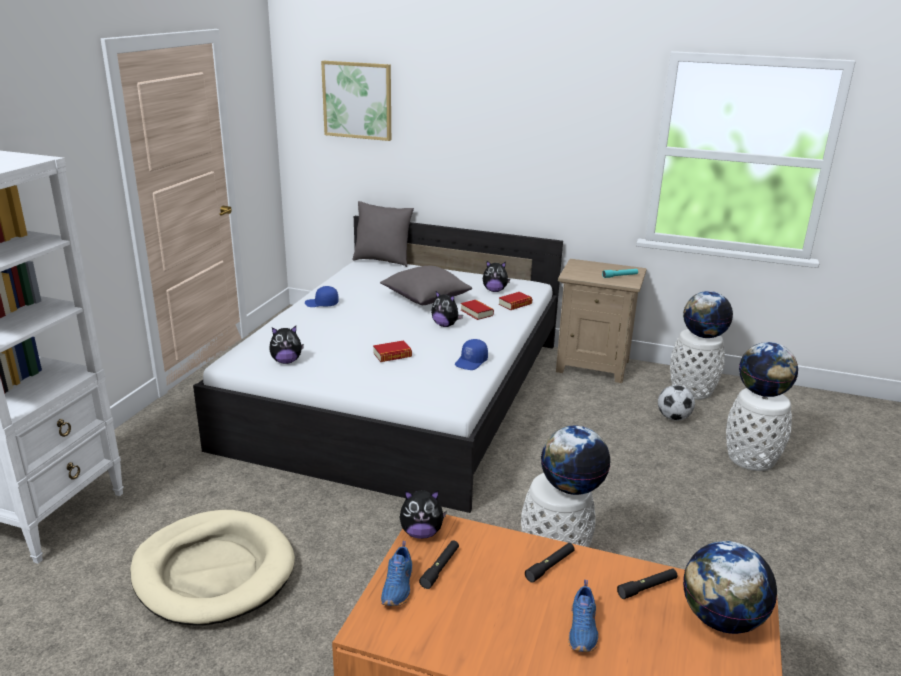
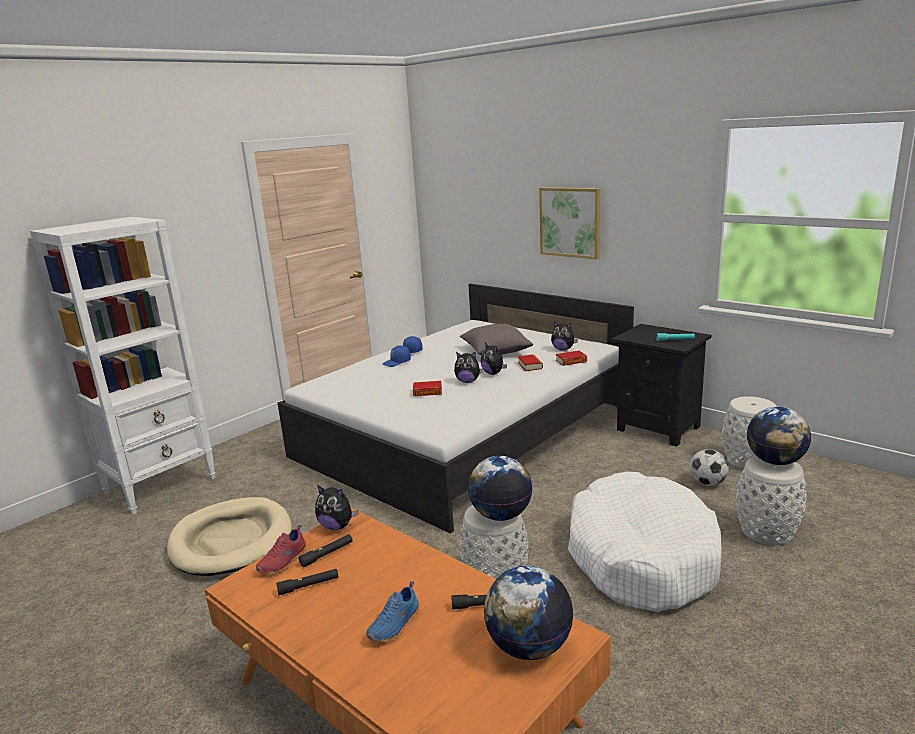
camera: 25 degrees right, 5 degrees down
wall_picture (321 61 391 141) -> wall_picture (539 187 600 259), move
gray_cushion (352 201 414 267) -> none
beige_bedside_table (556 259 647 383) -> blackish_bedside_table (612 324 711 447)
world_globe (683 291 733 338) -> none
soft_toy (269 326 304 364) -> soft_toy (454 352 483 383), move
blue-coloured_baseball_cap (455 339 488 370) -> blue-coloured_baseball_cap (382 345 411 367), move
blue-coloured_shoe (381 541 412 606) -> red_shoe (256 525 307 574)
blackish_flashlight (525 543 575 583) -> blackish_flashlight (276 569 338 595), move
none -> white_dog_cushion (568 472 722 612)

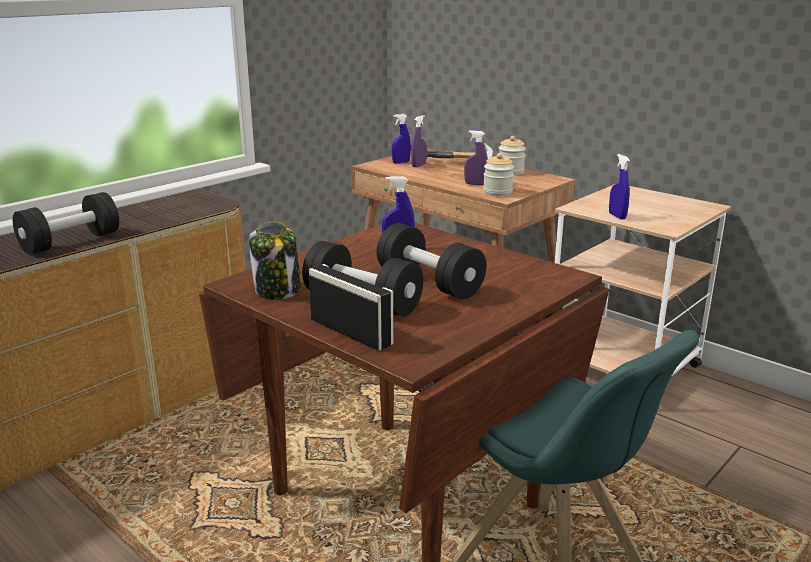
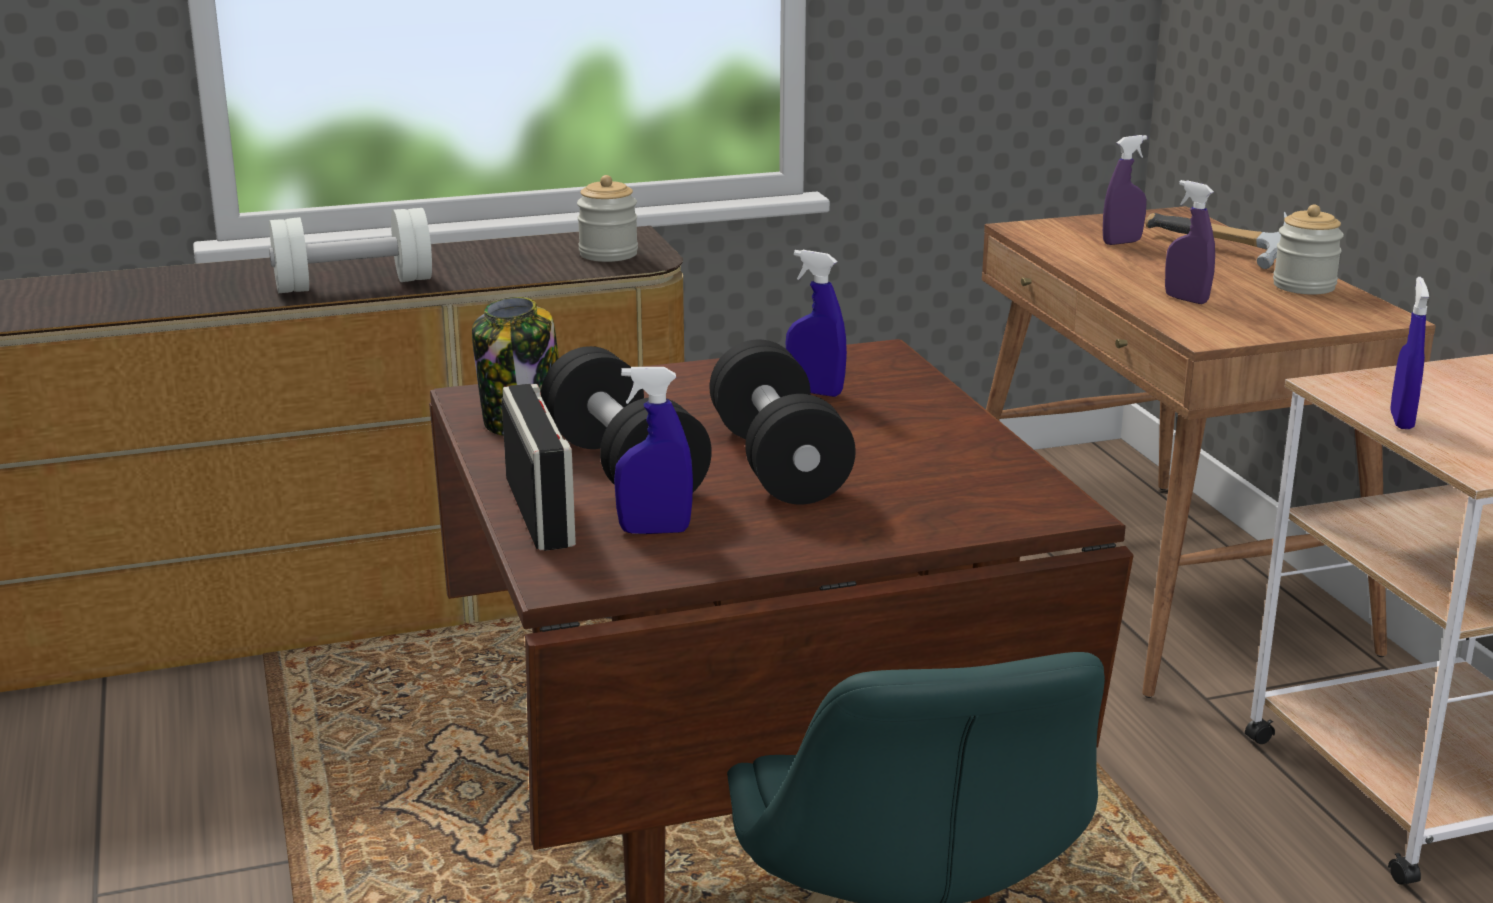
camera: 30 degrees right, 0 degrees up
blue-coloured_spray_bottle (392 114 411 164) -> blue-coloured_spray_bottle (614 367 693 534), move
preserve_jar (483 153 514 196) -> preserve_jar (577 175 638 262), move
blackish_dumbbell (13 192 119 254) -> white_dumbbell (269 208 432 293)

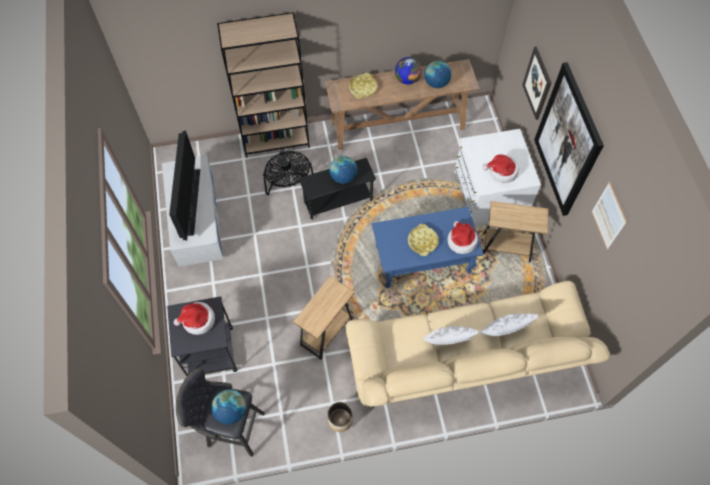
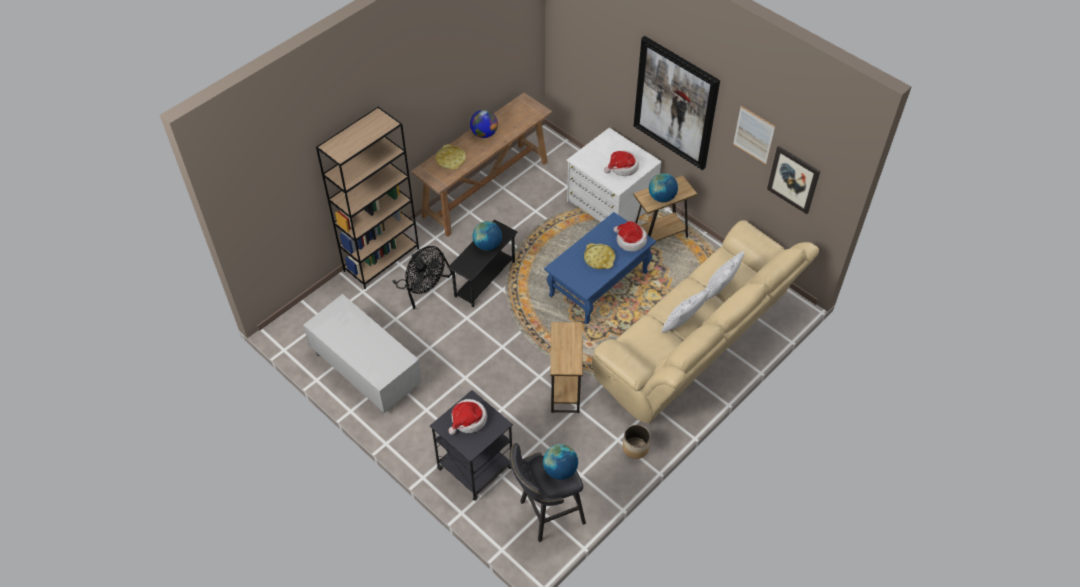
camera: 35 degrees left, 10 degrees down
wall_picture (522 47 552 120) -> wall_picture (767 146 820 214), move
world_globe (424 61 451 88) -> world_globe (649 173 678 202), move
TV (169 130 200 241) -> none

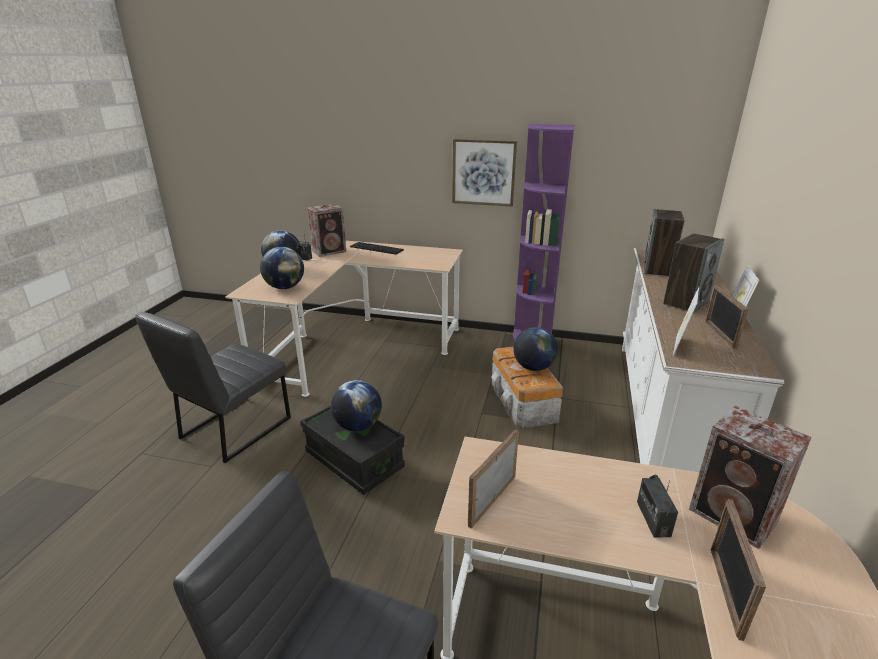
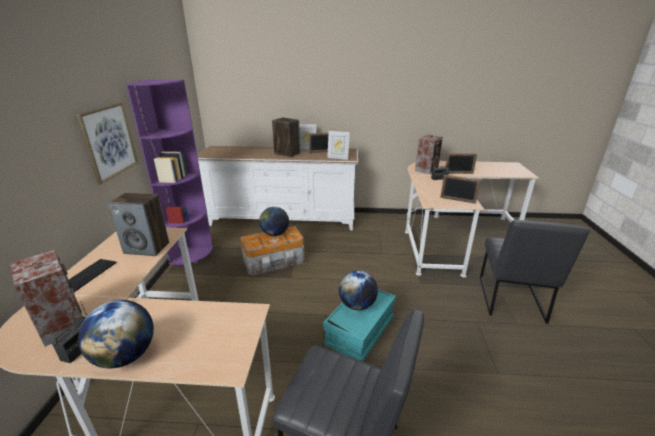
camera: 100 degrees left, 0 degrees up
audio_speaker (644 209 685 276) -> audio_speaker (108 193 169 256), move
world_globe (260 247 304 289) -> none
blackish_storage_box (300 406 405 495) -> turquoise_storage_box (323 290 396 361)

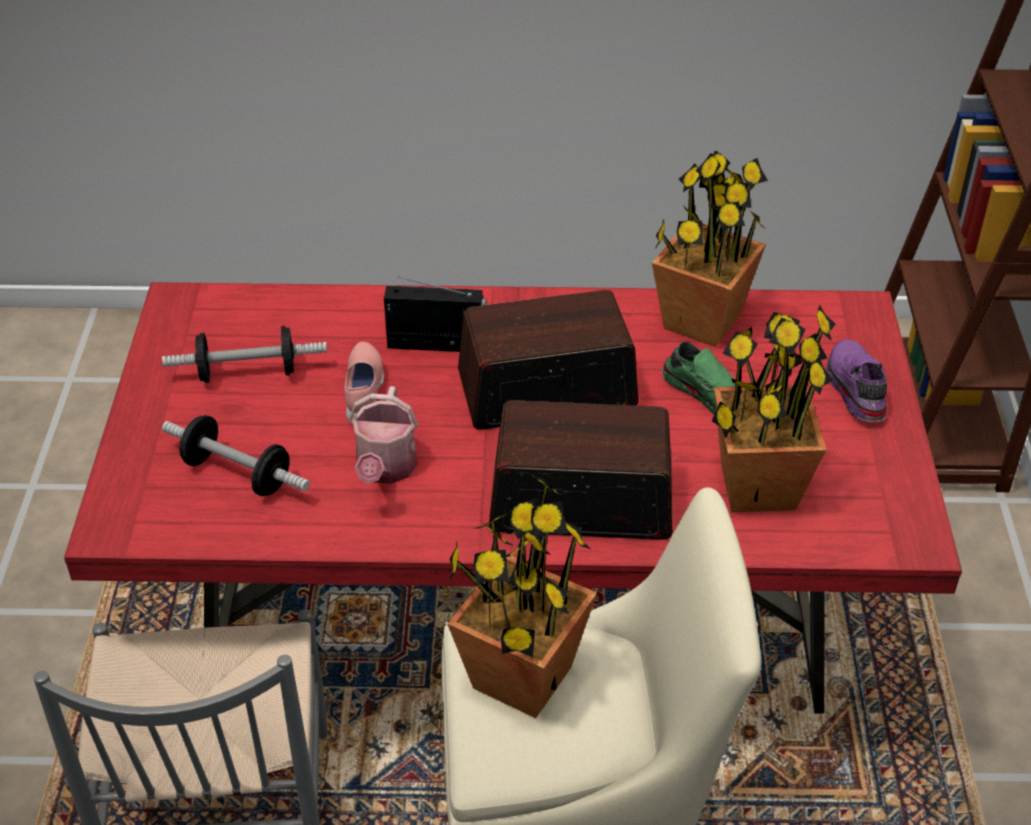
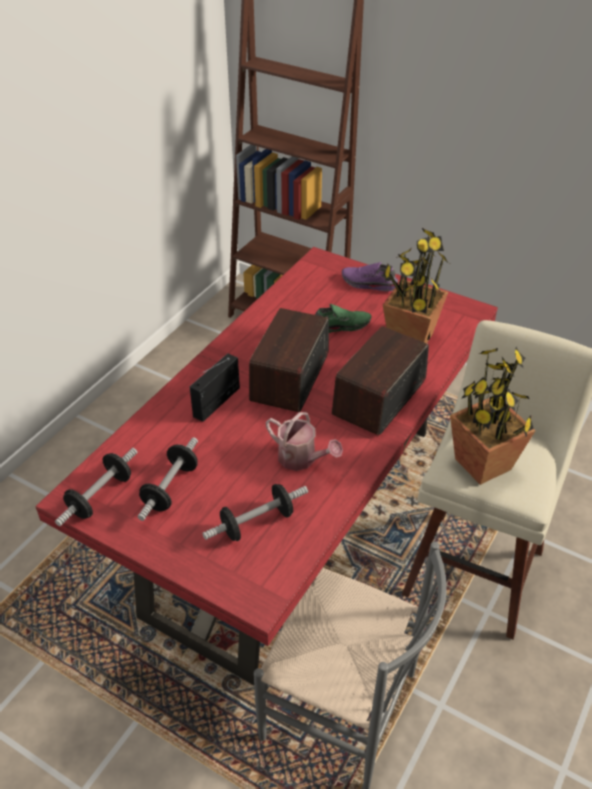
camera: 60 degrees left, 0 degrees up
potted_plant (652 151 768 347) -> none
pink_shoe (344 342 384 420) -> none
none -> dumbbell (55 448 137 526)

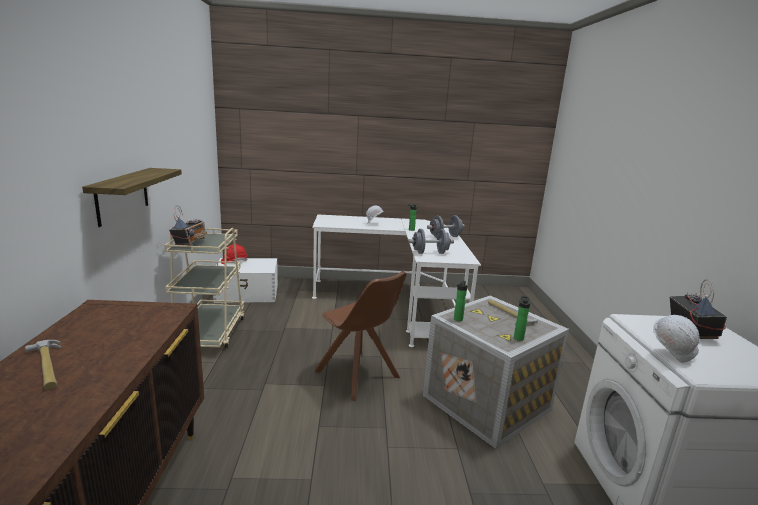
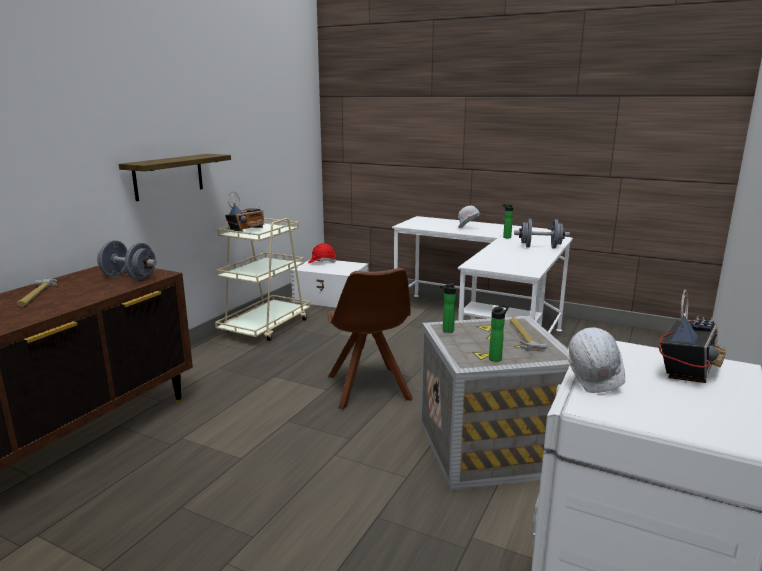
camera: 30 degrees right, 0 degrees up
gray_dumbbell (408 229 454 254) -> gray_dumbbell (97 240 157 280), move

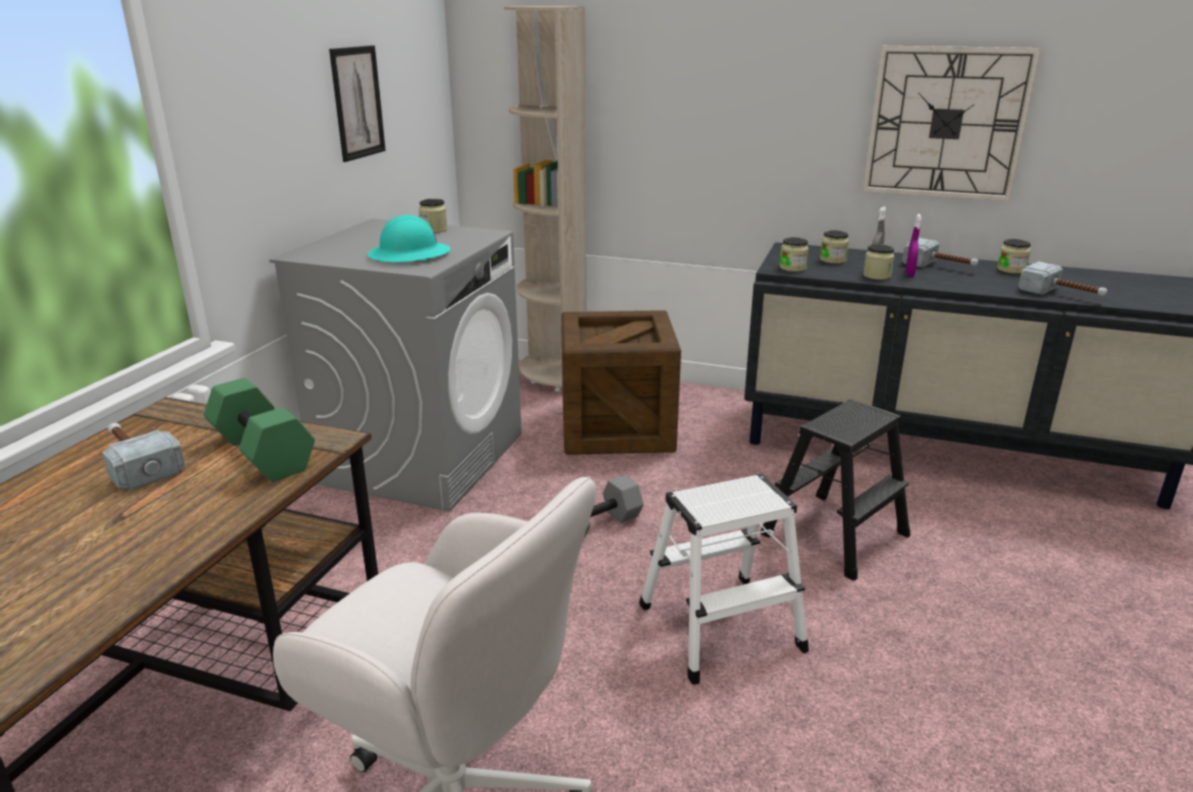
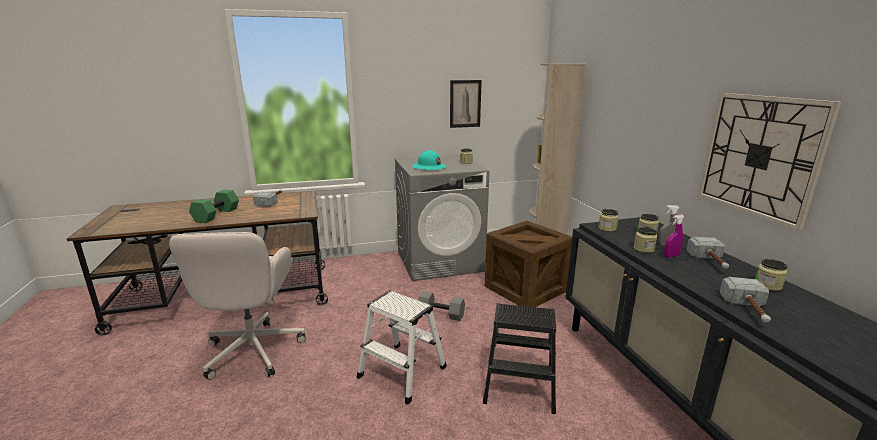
camera: 55 degrees right, 5 degrees down
green-coloured_dumbbell (204 378 315 482) -> green-coloured_dumbbell (189 190 239 223), move

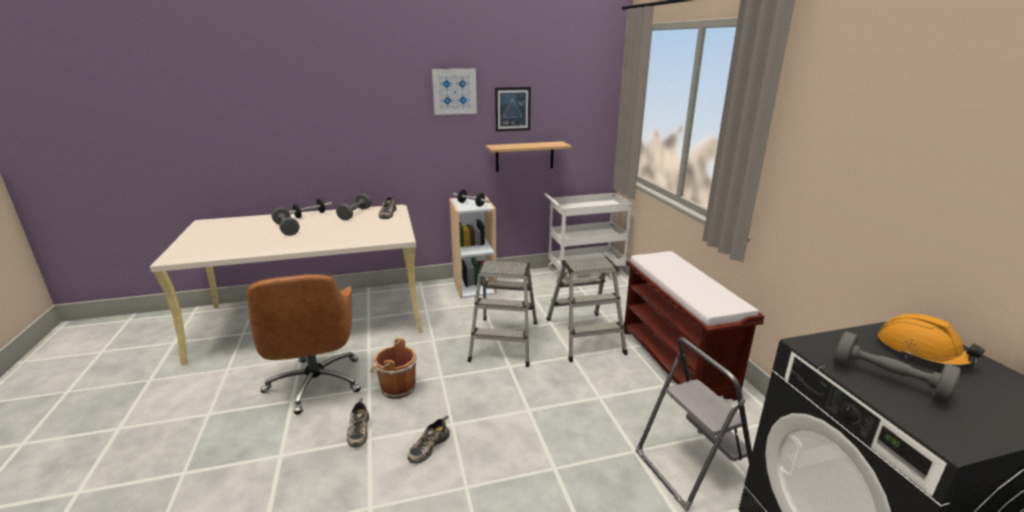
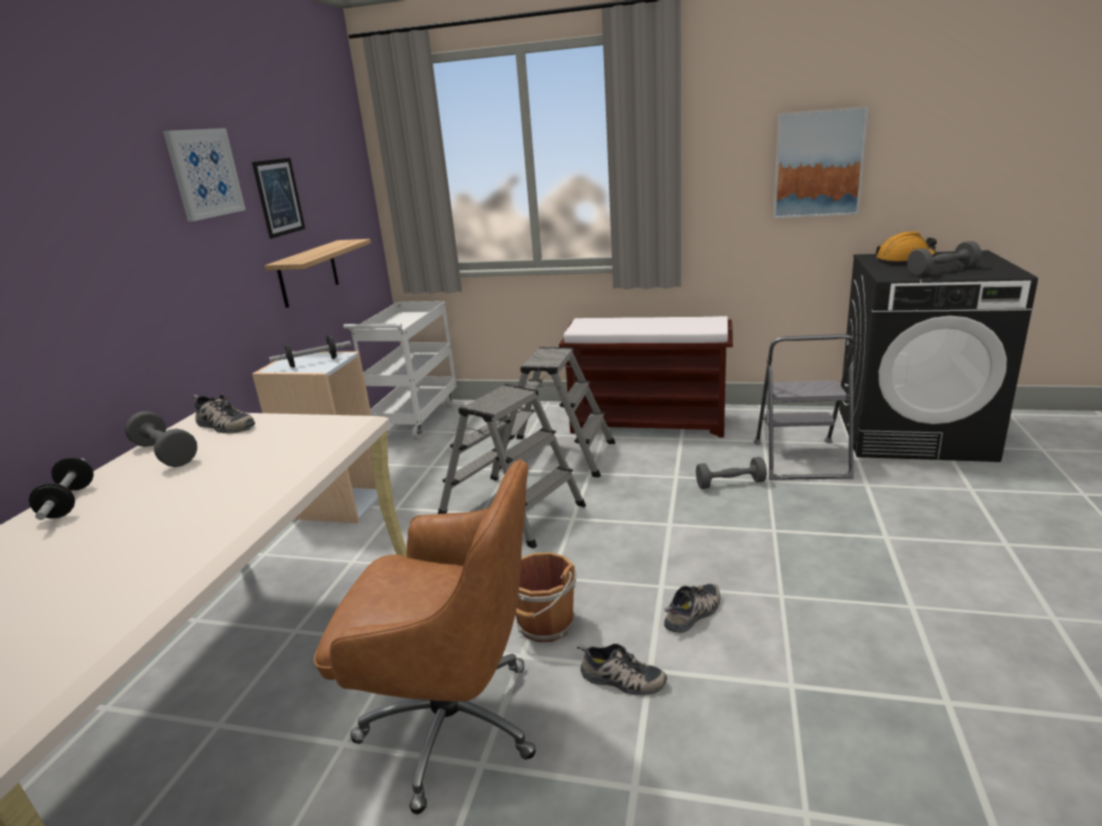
camera: 60 degrees left, 0 degrees up
gray_dumbbell (272 207 299 236) -> gray_dumbbell (696 457 767 489), move
shoe (407 416 450 464) -> shoe (664 584 720 633), 105 degrees counterclockwise
none -> wall_picture (773 106 869 218)

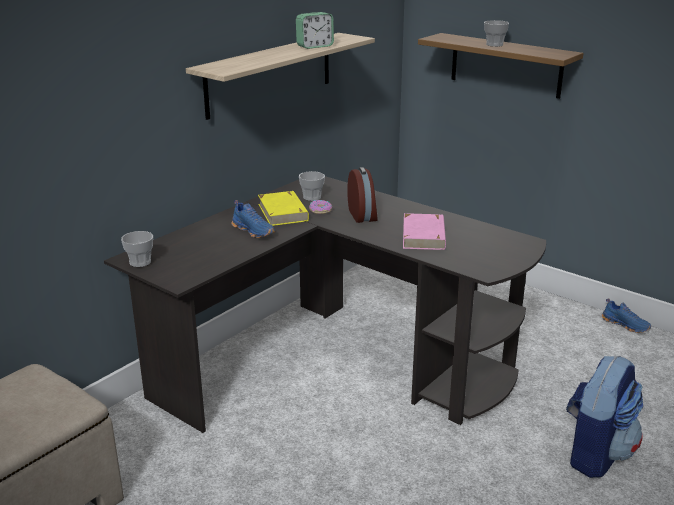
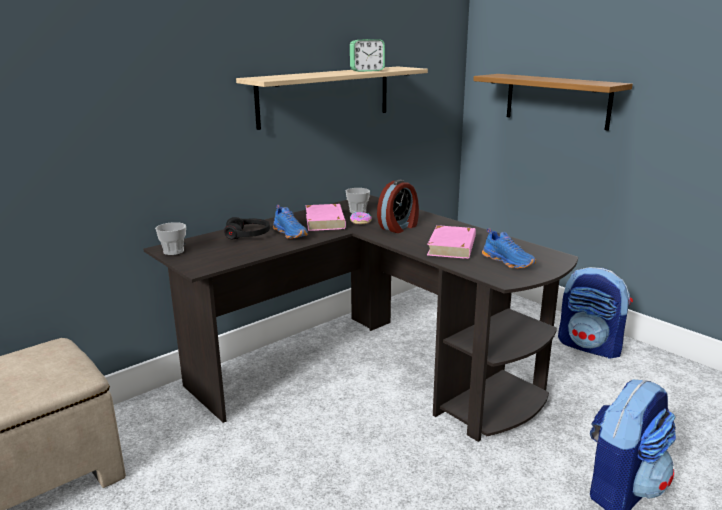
camera: 10 degrees right, 5 degrees down
cup (484 20 509 47) -> none
alarm_clock (347 167 378 223) -> alarm_clock (377 180 419 233), 45 degrees clockwise
yellow_volume (258 191 309 226) -> pink_volume (306 204 346 231)
blue-coloured_shoe (602 298 651 333) -> blue-coloured_shoe (482 228 536 269), move
none -> blackish_pair_of_headphones (224 217 270 239)
none -> rucksack (558 267 633 359)

